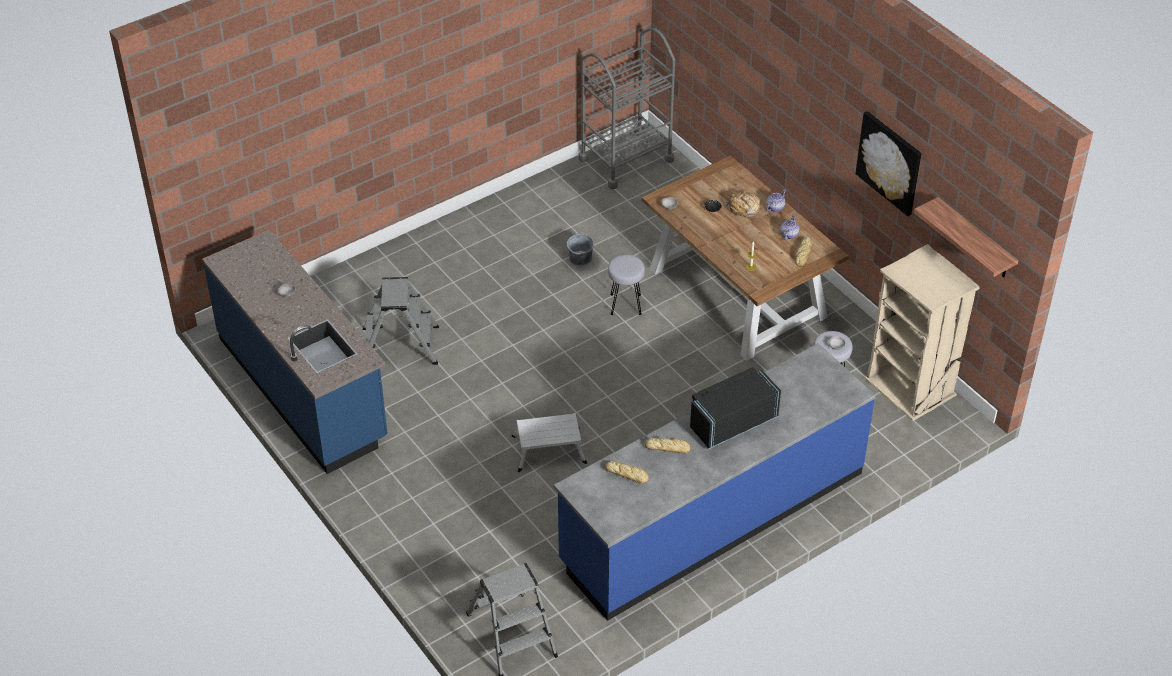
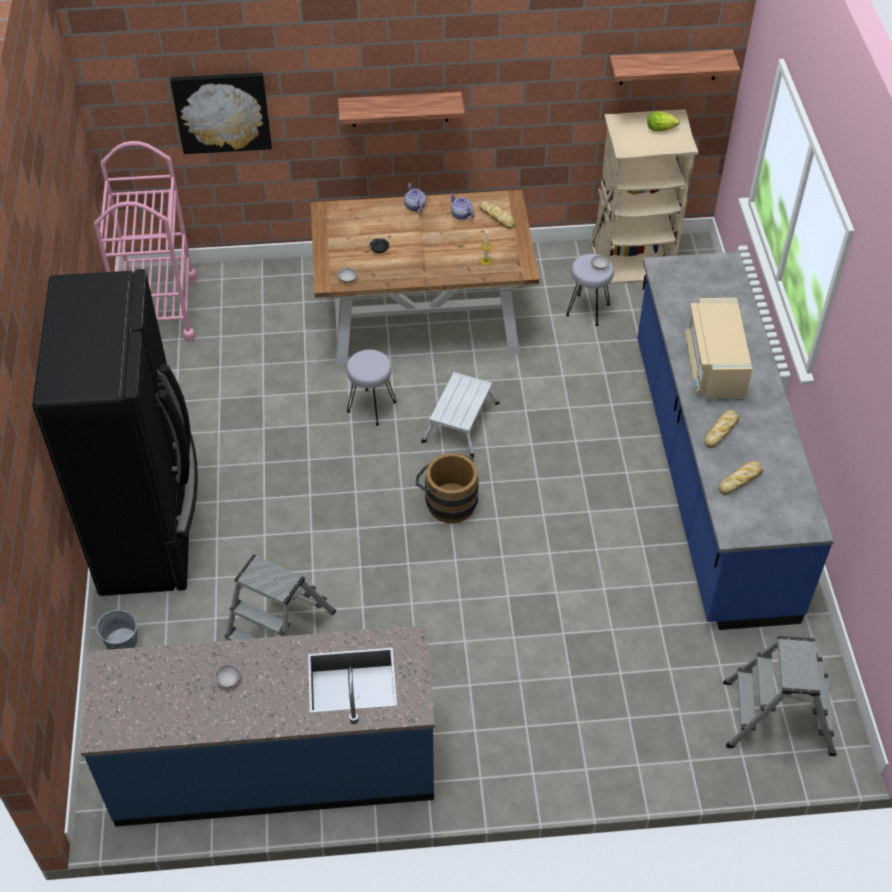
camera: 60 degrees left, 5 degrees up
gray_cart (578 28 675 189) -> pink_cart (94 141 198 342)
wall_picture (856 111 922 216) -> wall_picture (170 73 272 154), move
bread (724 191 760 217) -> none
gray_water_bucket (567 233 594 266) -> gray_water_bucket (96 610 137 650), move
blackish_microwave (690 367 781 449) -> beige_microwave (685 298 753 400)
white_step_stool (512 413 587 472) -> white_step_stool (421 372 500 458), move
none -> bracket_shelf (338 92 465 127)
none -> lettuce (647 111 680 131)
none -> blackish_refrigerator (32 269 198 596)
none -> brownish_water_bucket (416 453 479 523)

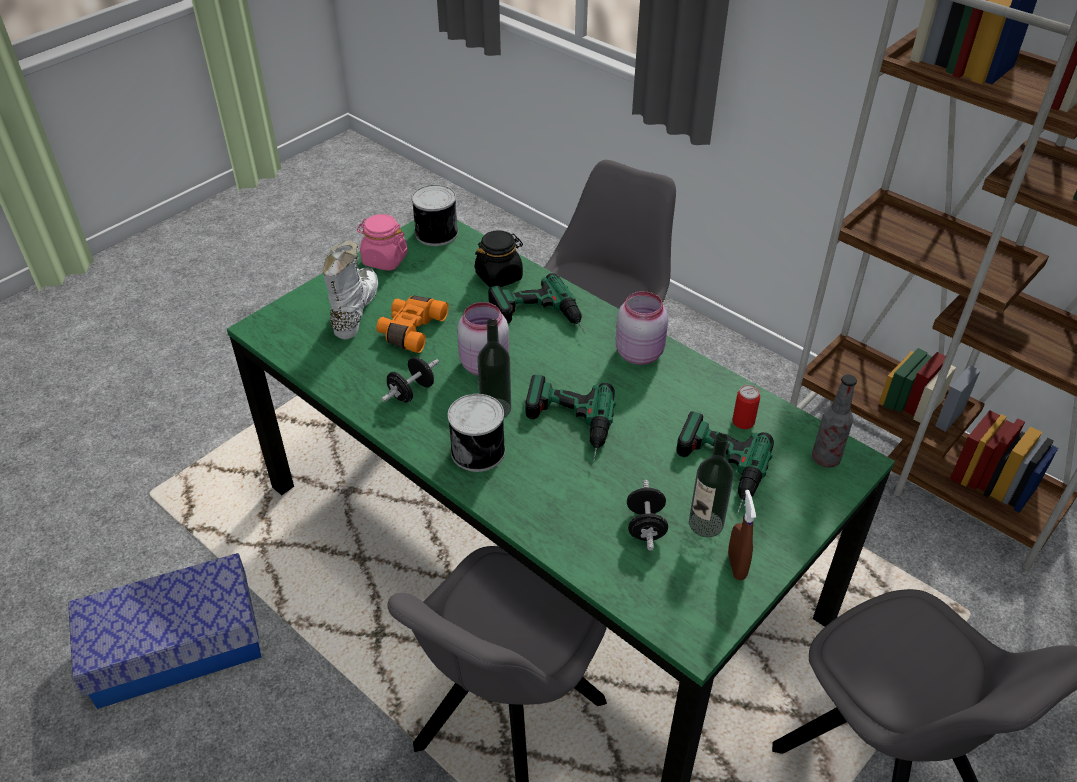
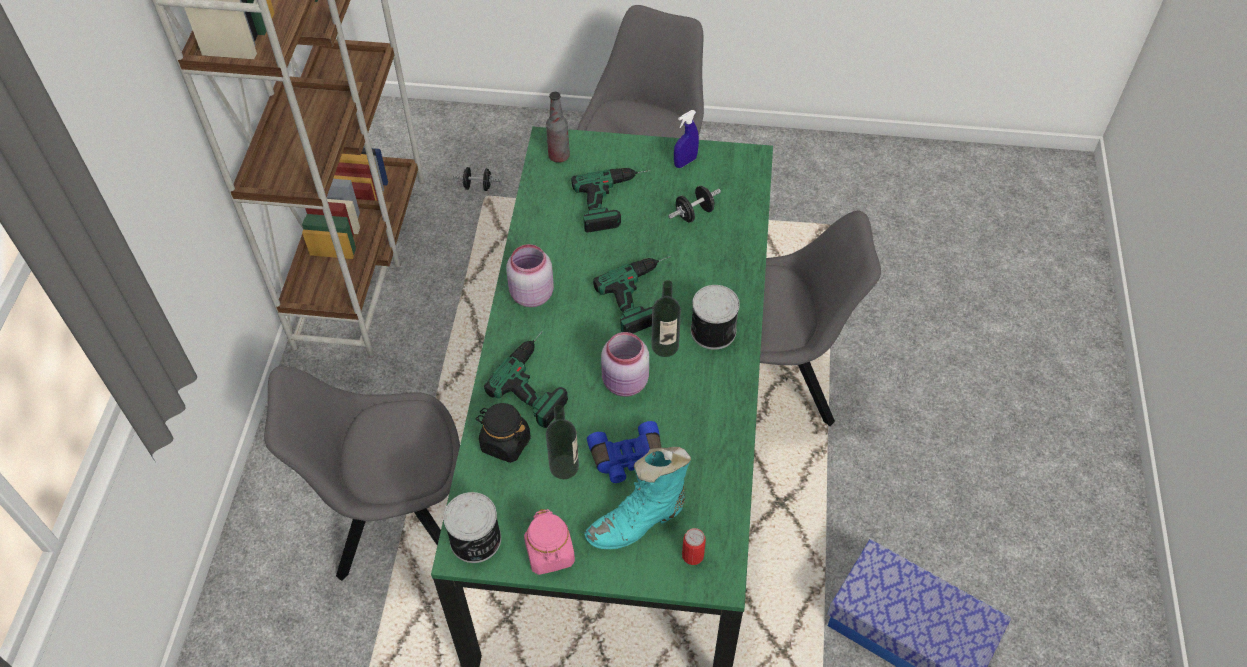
camera: 125 degrees left, 10 degrees up
white_boot (323 241 378 339) -> turquoise_boot (584 447 691 549)
orange-coloured_pair_of_binoculars (376 296 449 353) -> blue-coloured_pair_of_binoculars (587 421 662 483)
blackish_dumbbell (381 357 439 403) -> blackish_dumbbell (453 167 502 191), move
metal_can (732 385 760 429) -> metal_can (682 528 706 565), move
bottle (689 433 734 537) -> bottle (546 405 579 479), move
brownish_spray_bottle (728 490 756 580) -> blue-coloured_spray_bottle (674 110 699 168)

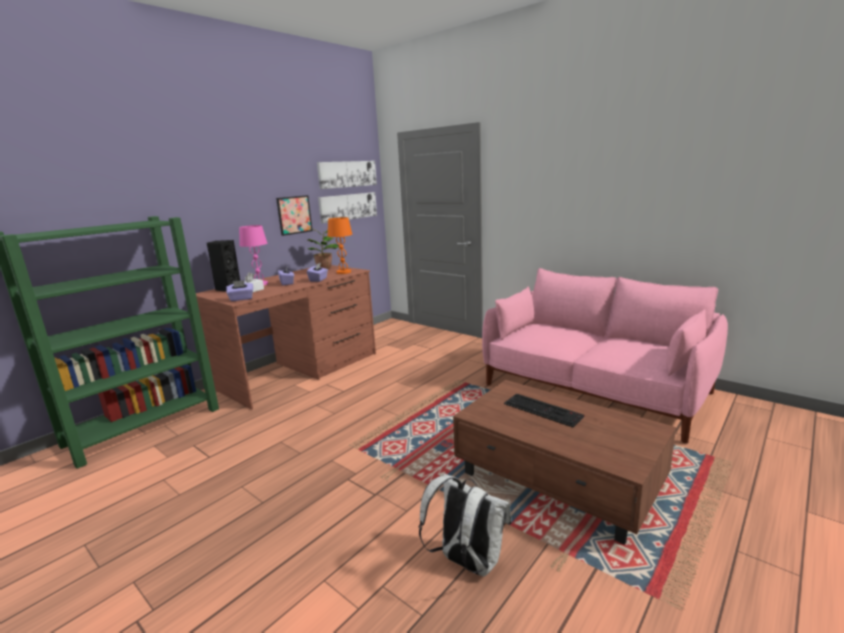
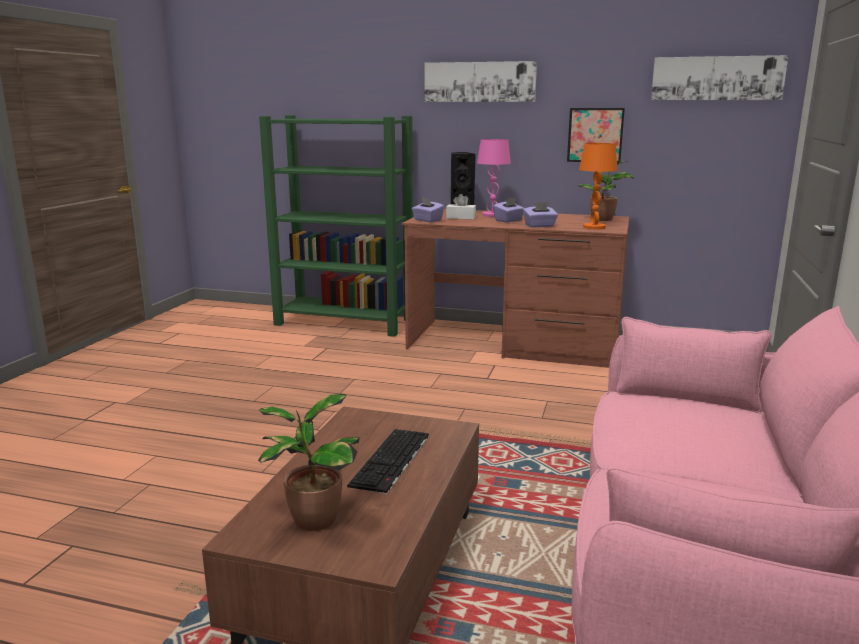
camera: 65 degrees right, 0 degrees up
wall_picture (318 192 377 223) -> wall_picture (425 61 537 102), move
white_rucksack (419 474 511 577) -> none
none -> potted_plant (258 394 360 531)

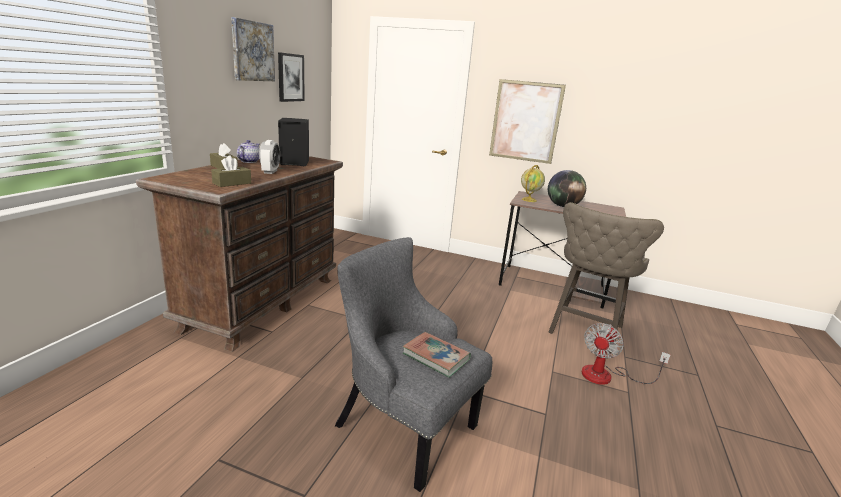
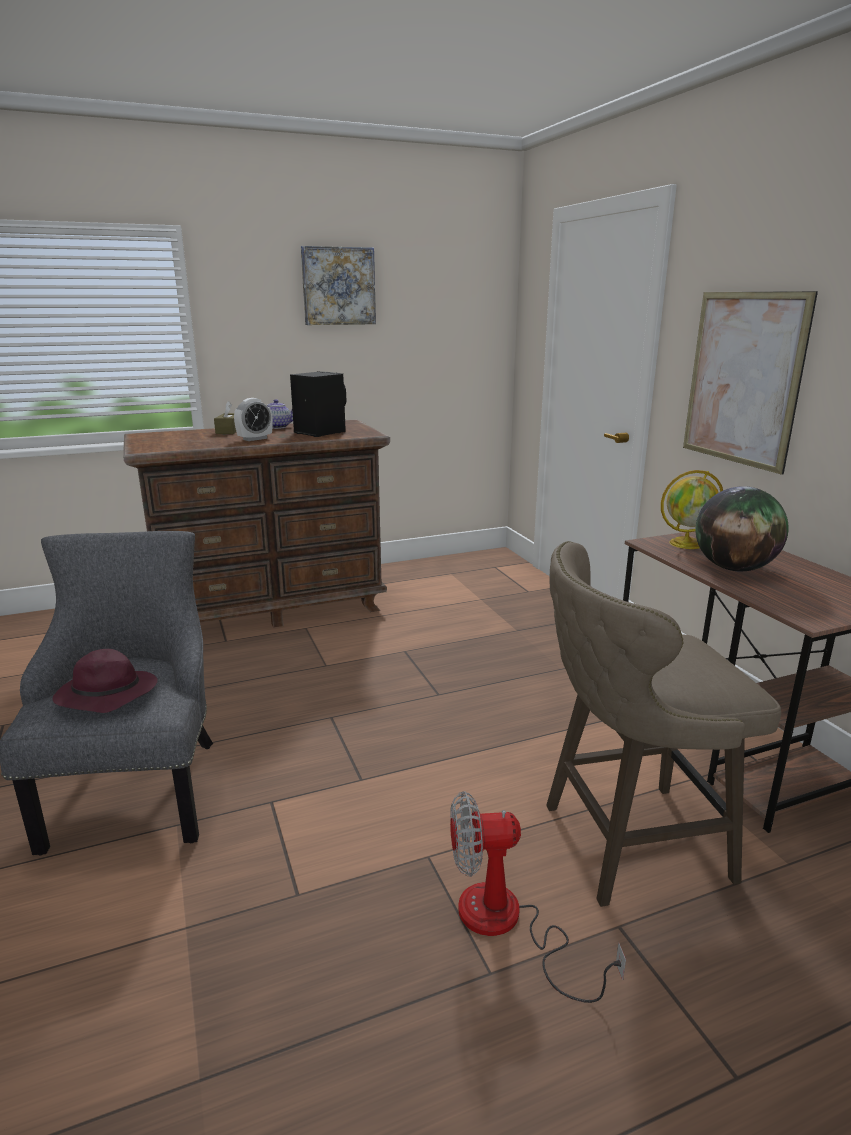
camera: 50 degrees right, 0 degrees up
wall_picture (278 52 305 102) -> none
brownish_tissue_holder (211 155 251 187) -> none
volume (403 332 471 378) -> purple-coloured_clothing_hat (52 649 158 713)

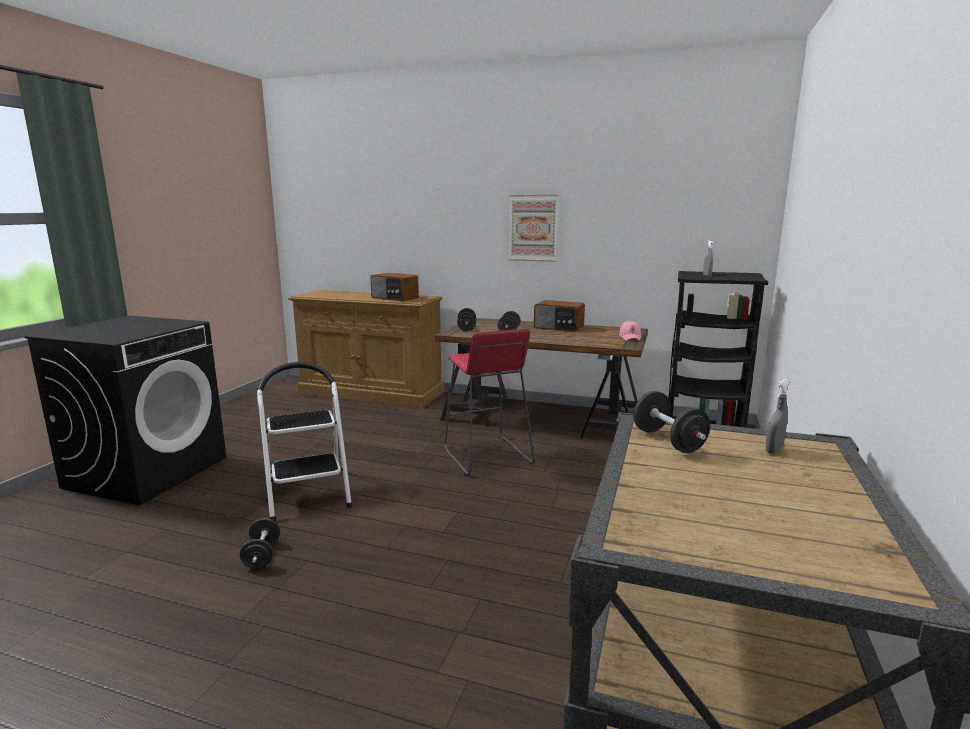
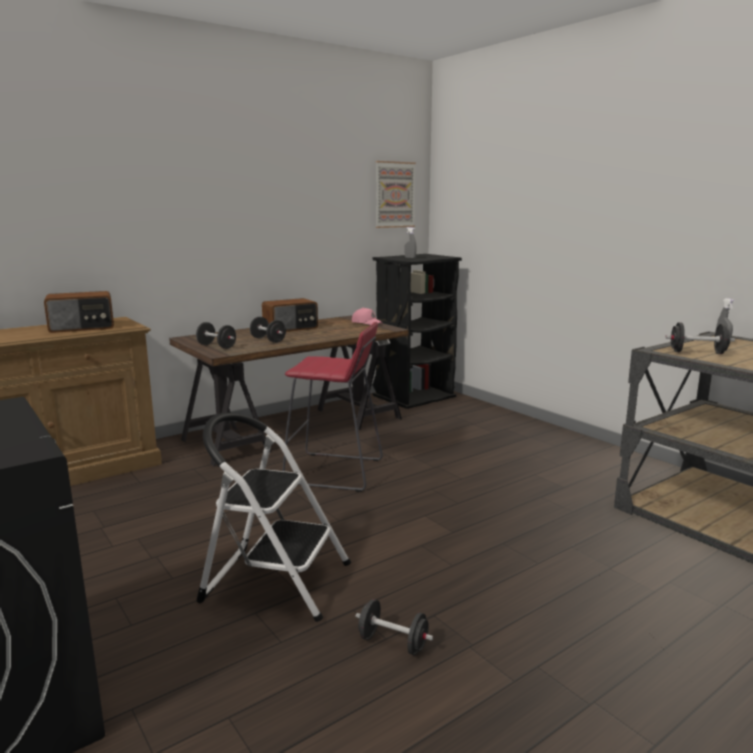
camera: 55 degrees left, 0 degrees up
wall_picture (509 195 559 262) -> wall_picture (376 161 416 228), move

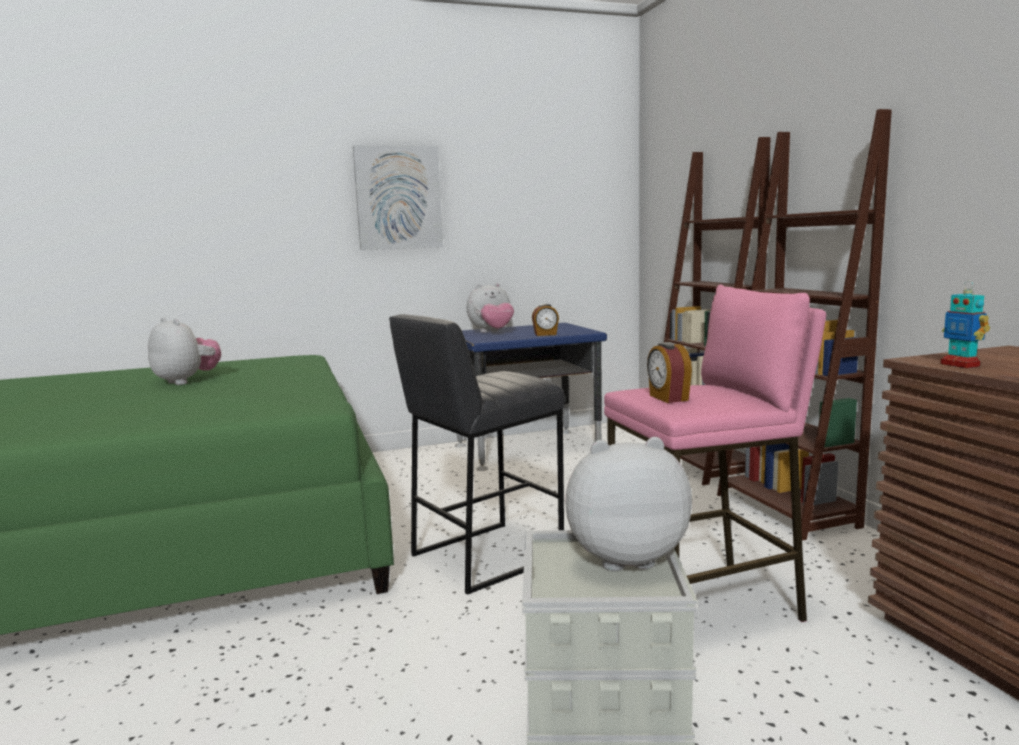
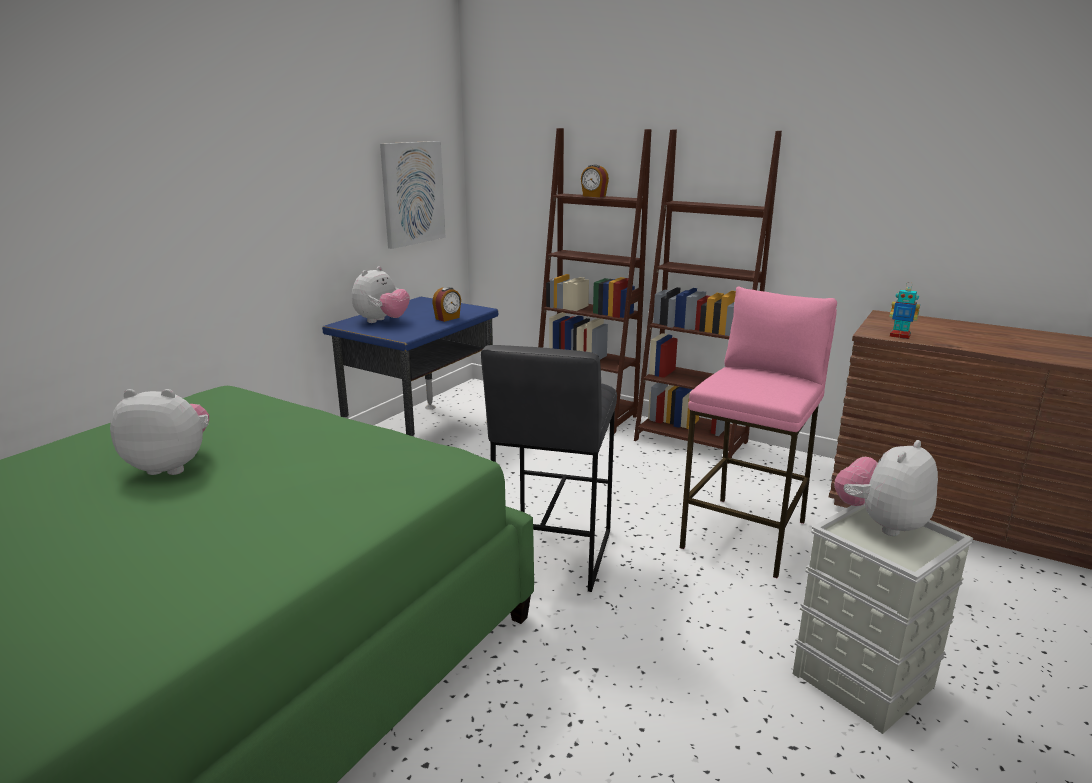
camera: 40 degrees left, 10 degrees up
wall_picture (353 146 443 250) -> wall_picture (380 141 445 249), move
alarm_clock (647 342 692 403) -> alarm_clock (581 164 609 197), move

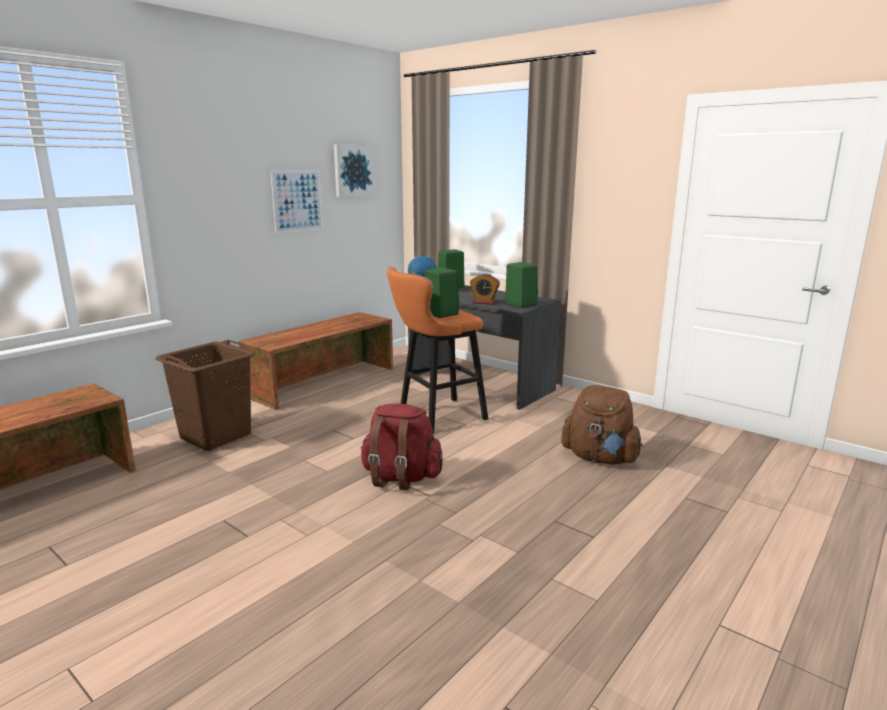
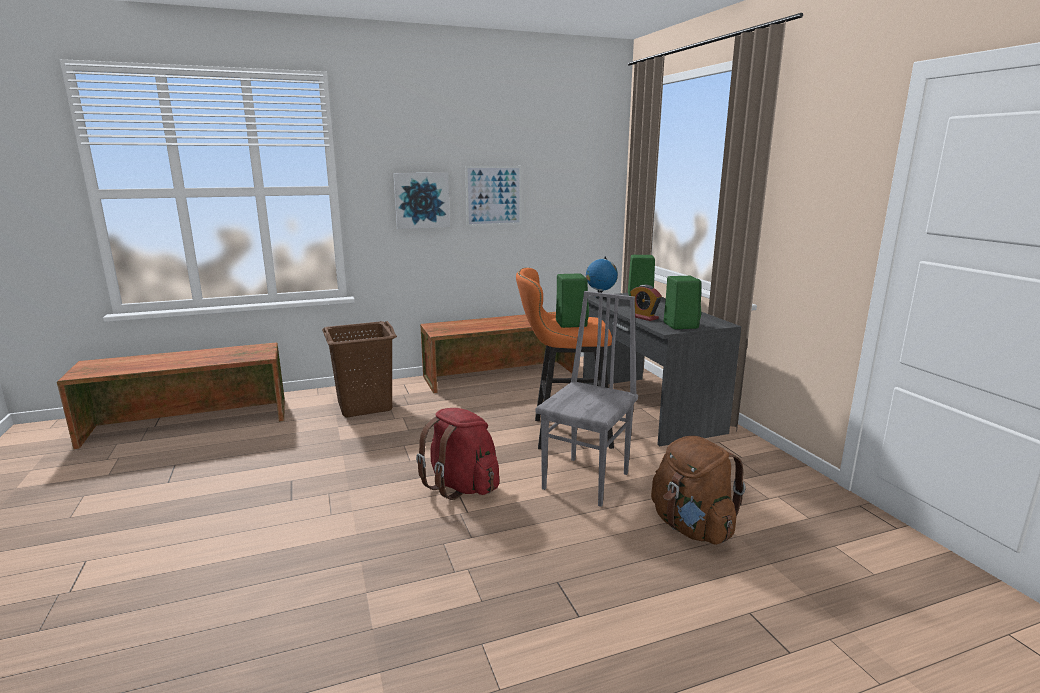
camera: 30 degrees right, 0 degrees up
wall_picture (334 144 375 197) -> wall_picture (393 173 450 229), move
none -> gray_chair (535 291 638 507)

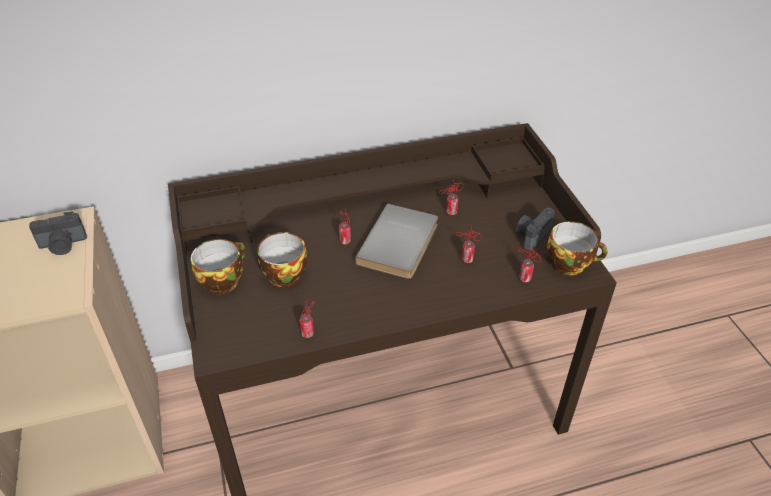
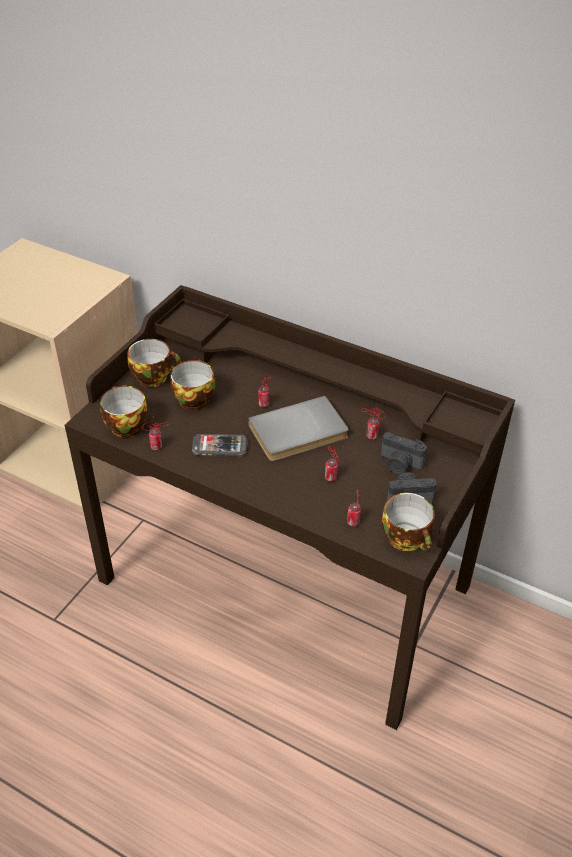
camera: 45 degrees right, 0 degrees up
photo_camera (29 212 87 255) -> photo_camera (381 432 427 475), move
none -> cup (100 386 148 437)
none -> phone (192 434 247 456)

